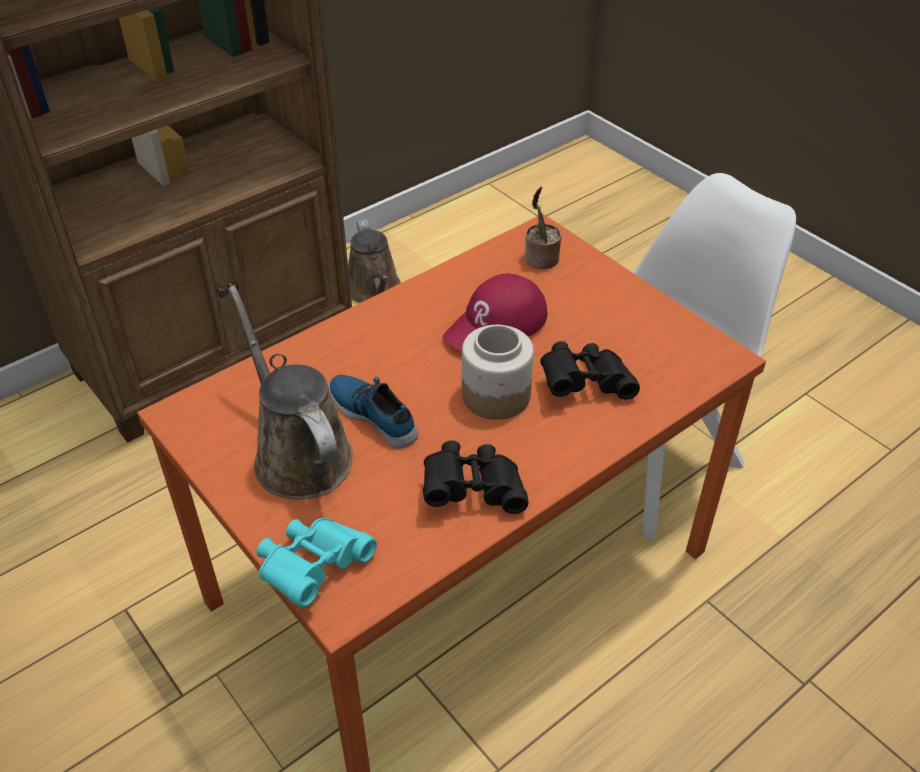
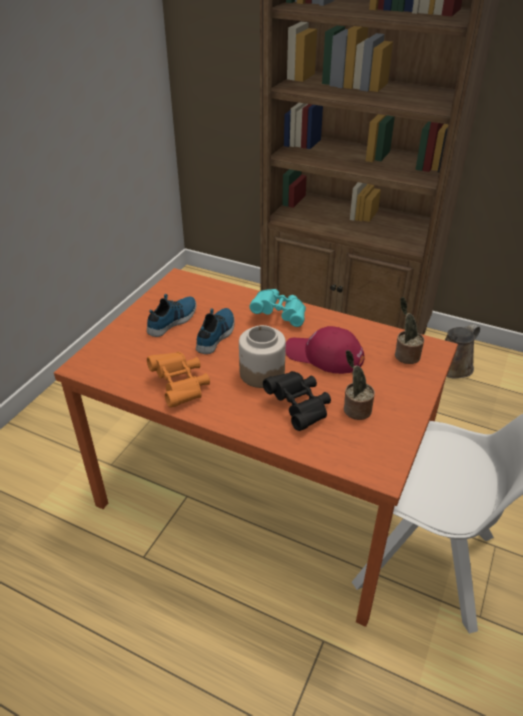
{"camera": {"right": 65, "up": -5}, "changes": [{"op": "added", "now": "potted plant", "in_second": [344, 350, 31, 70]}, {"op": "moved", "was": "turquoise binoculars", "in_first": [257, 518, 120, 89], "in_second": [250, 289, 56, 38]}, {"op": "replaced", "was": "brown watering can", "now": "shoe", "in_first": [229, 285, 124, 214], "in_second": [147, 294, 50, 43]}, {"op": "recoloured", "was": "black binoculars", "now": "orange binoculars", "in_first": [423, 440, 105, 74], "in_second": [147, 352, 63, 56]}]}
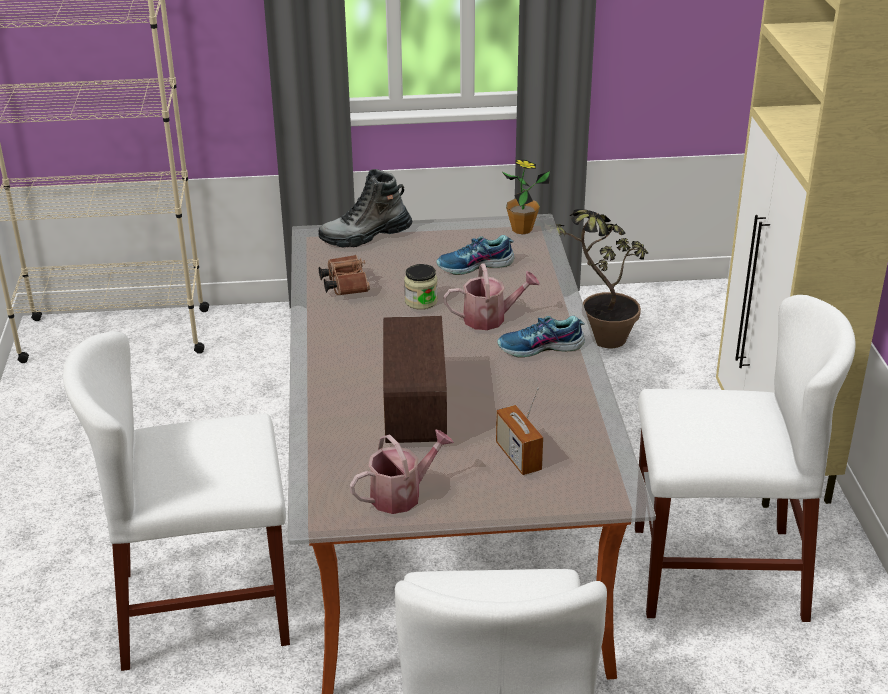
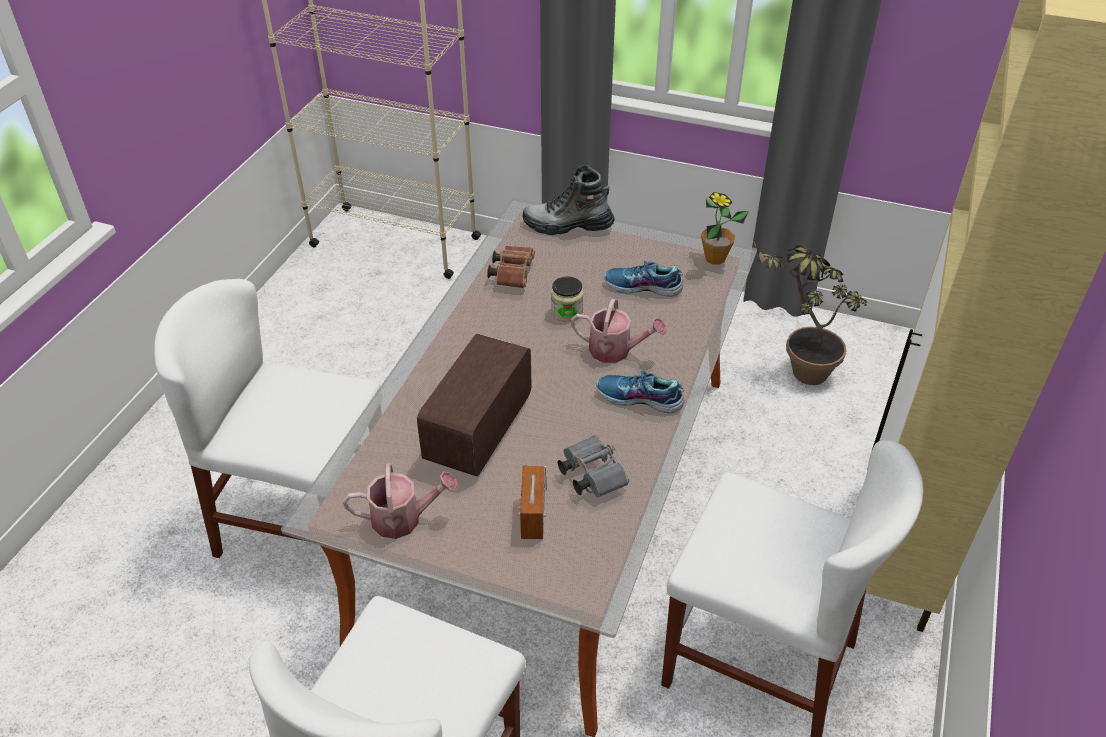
{"camera": {"right": 25, "up": 10}, "changes": [{"op": "added", "now": "grey binoculars", "in_second": [558, 435, 71, 63]}]}
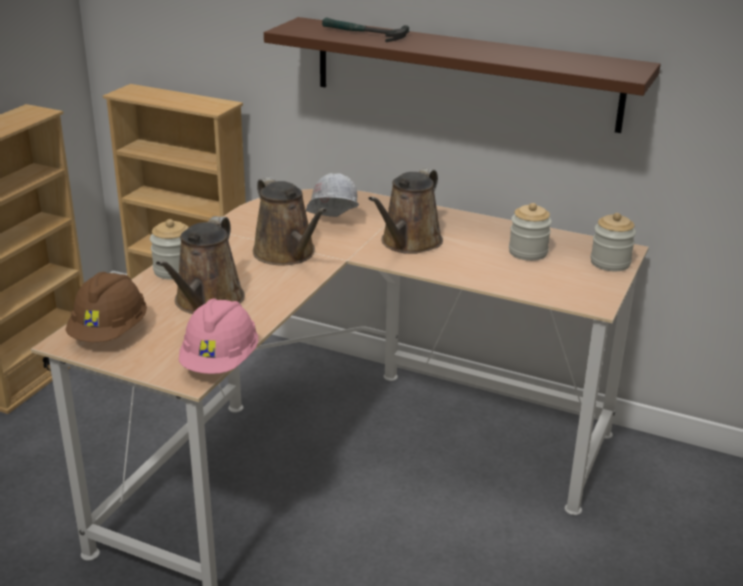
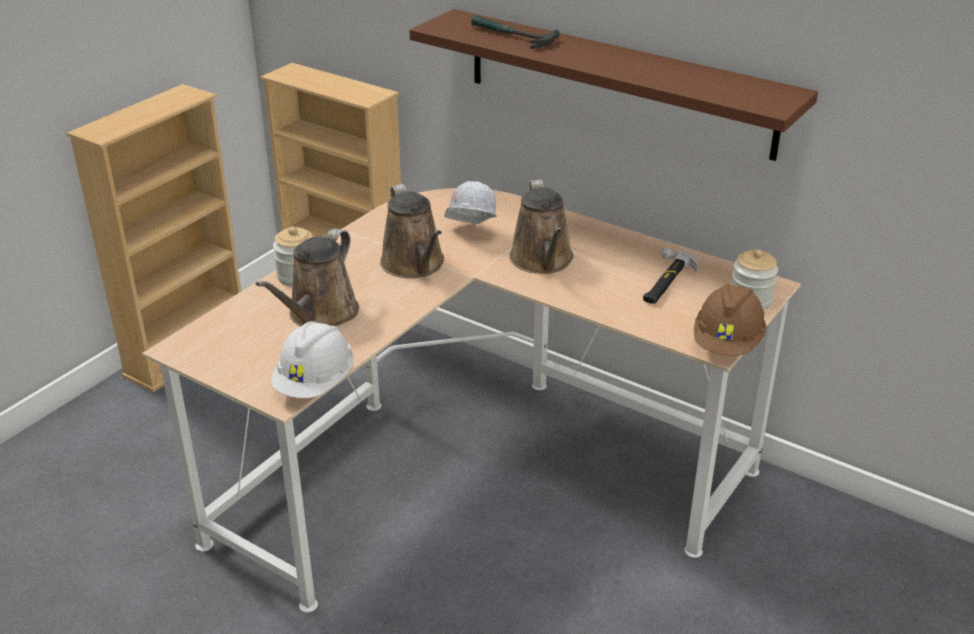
{"camera": {"right": 10, "up": 5}, "changes": [{"op": "moved", "was": "brown hard hat", "in_first": [66, 272, 81, 70], "in_second": [694, 284, 73, 72]}, {"op": "replaced", "was": "jar", "now": "hammer", "in_first": [509, 203, 43, 58], "in_second": [643, 248, 55, 56]}, {"op": "recoloured", "was": "pink hard hat", "now": "white hard hat", "in_first": [179, 299, 79, 75], "in_second": [271, 321, 83, 77]}, {"op": "turned", "was": "brown watering can", "in_first": [368, 168, 75, 86], "in_second": [509, 180, 64, 94], "clockwise": -45}]}
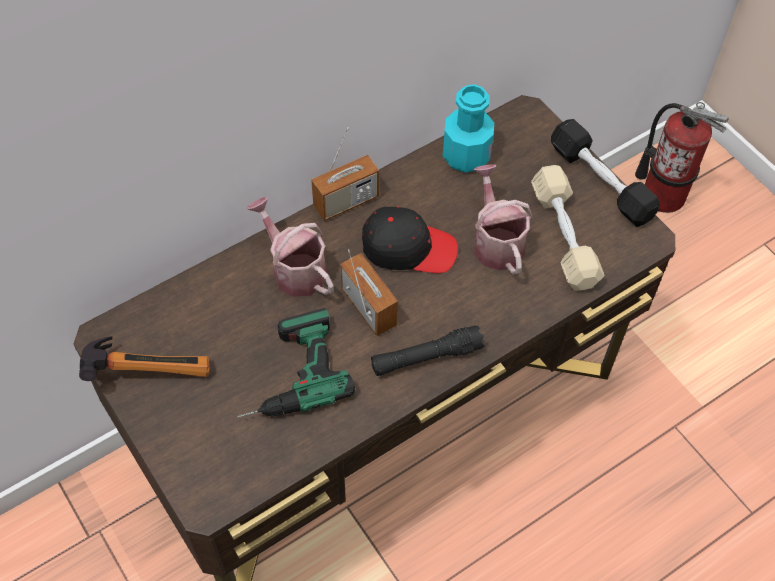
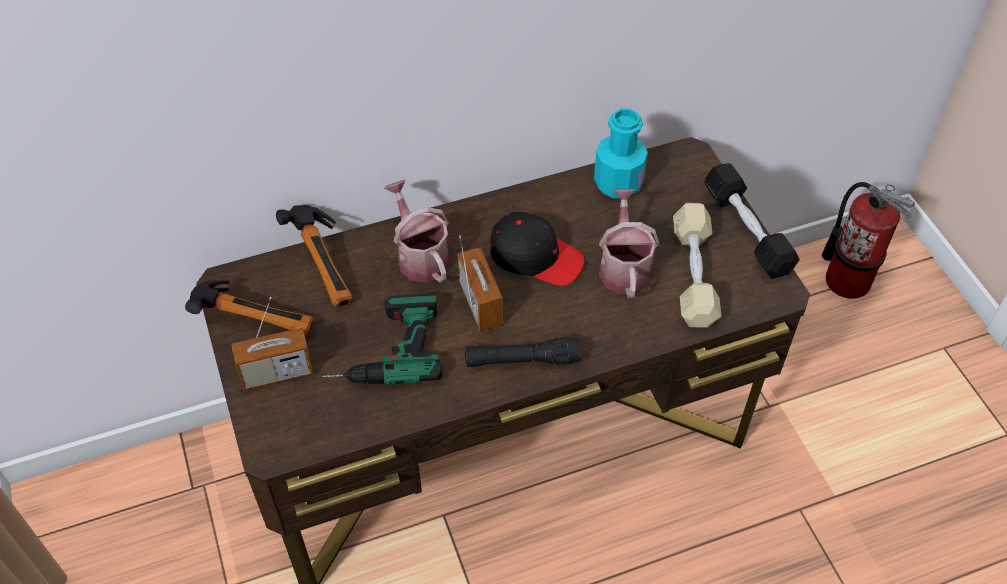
{"camera": {"right": 15, "up": -5}, "changes": [{"op": "added", "now": "hammer", "in_second": [276, 205, 77, 102]}, {"op": "moved", "was": "radio", "in_first": [311, 128, 68, 93], "in_second": [232, 297, 81, 93]}]}
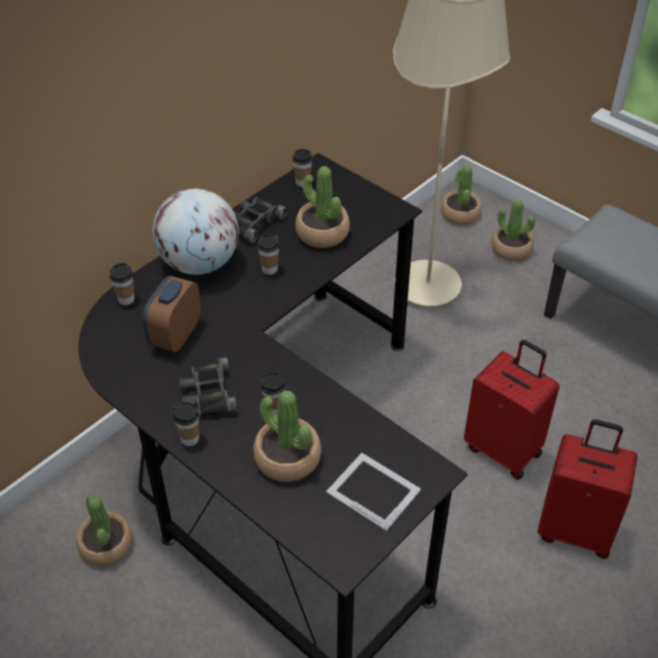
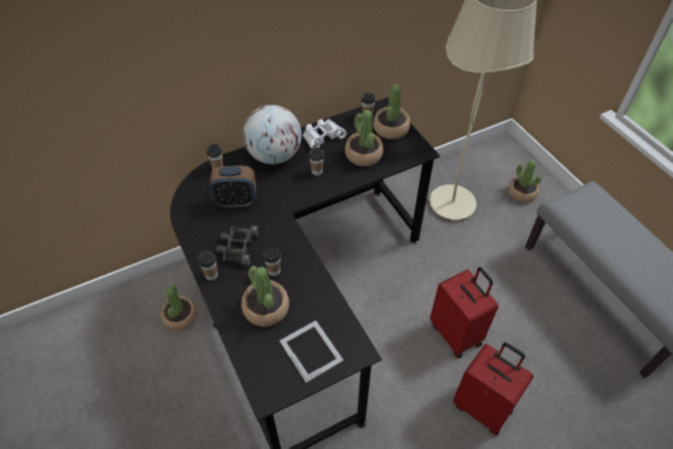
{"camera": {"right": 20, "up": 5}, "changes": [{"op": "moved", "was": "potted plant", "in_first": [441, 165, 41, 60], "in_second": [373, 84, 37, 55]}, {"op": "recoloured", "was": "black binoculars", "now": "white binoculars", "in_first": [233, 197, 55, 47], "in_second": [303, 119, 44, 30]}, {"op": "turned", "was": "alarm clock", "in_first": [143, 276, 58, 76], "in_second": [210, 166, 46, 42], "clockwise": -135}]}
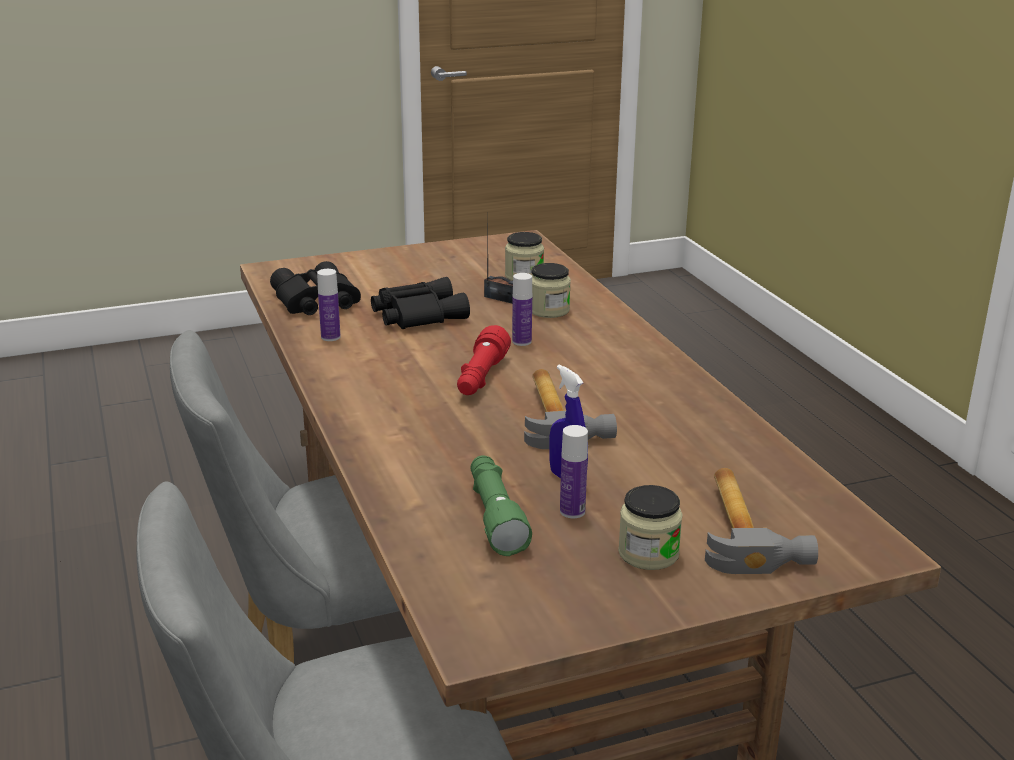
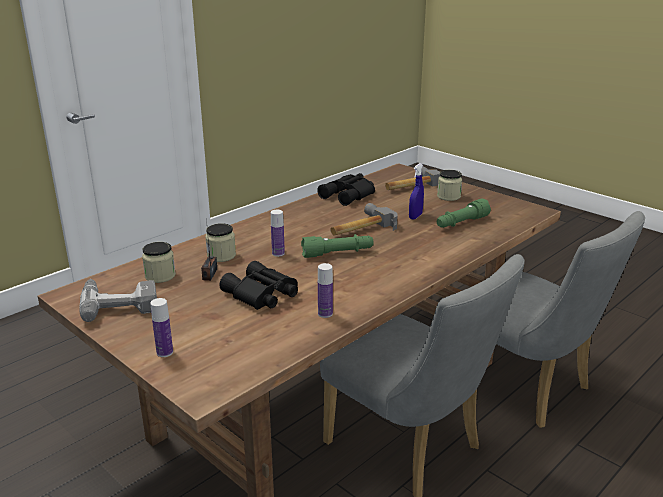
{"camera": {"right": -115, "up": 0}, "changes": [{"op": "added", "now": "power drill", "in_second": [79, 279, 78, 43]}, {"op": "moved", "was": "black binoculars", "in_first": [270, 261, 91, 54], "in_second": [317, 173, 58, 33]}, {"op": "moved", "was": "bottle", "in_first": [560, 425, 28, 93], "in_second": [150, 298, 23, 59]}, {"op": "recoloured", "was": "red flashlight", "now": "green flashlight", "in_first": [457, 325, 54, 70], "in_second": [301, 234, 73, 24]}]}
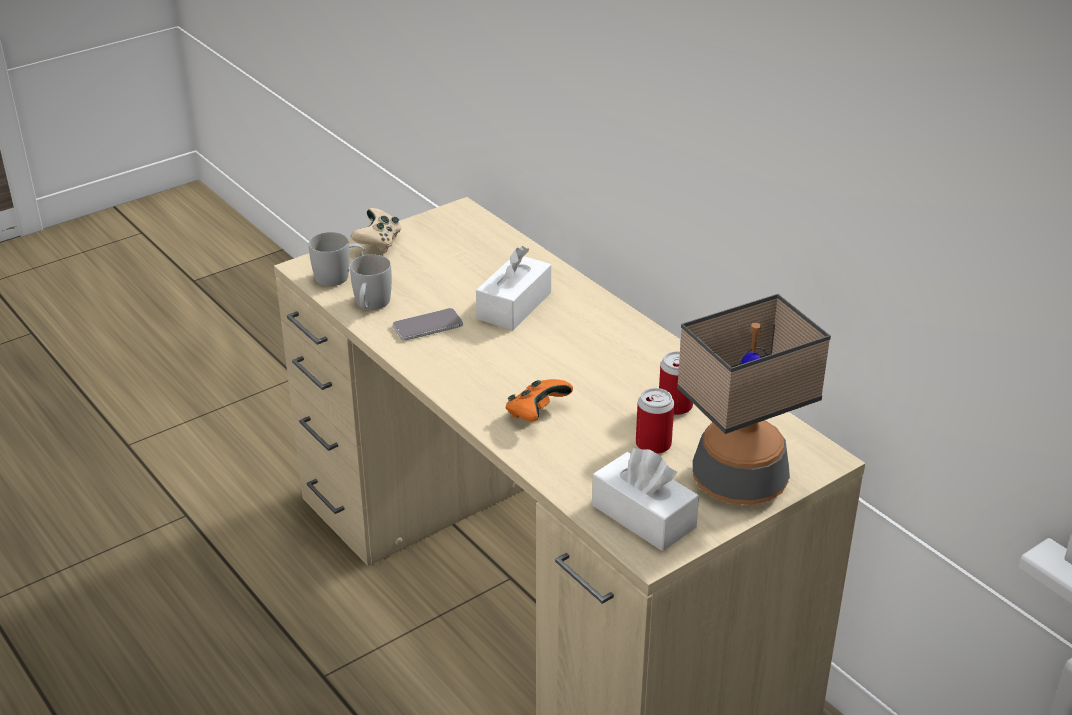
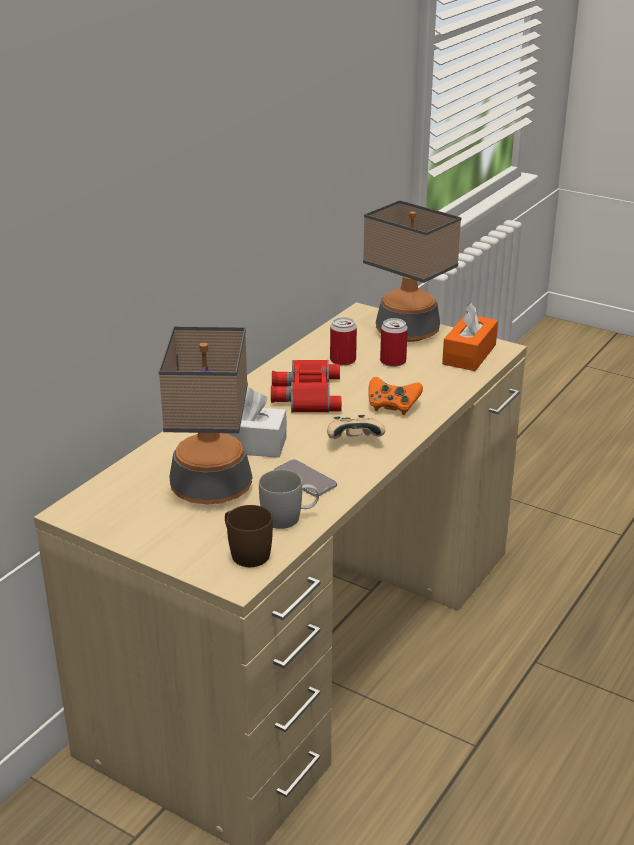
{"camera": {"right": -110, "up": -5}, "changes": [{"op": "added", "now": "table lamp", "in_second": [159, 326, 94, 179]}, {"op": "added", "now": "red binoculars", "in_second": [271, 360, 71, 53]}, {"op": "moved", "was": "beige game controller", "in_first": [351, 208, 50, 44], "in_second": [327, 415, 58, 24]}, {"op": "recoloured", "was": "white mug", "now": "brown mug", "in_first": [309, 232, 56, 54], "in_second": [225, 505, 48, 62]}, {"op": "recoloured", "was": "white tissue box", "now": "orange tissue box", "in_first": [592, 448, 107, 103], "in_second": [442, 303, 56, 68]}]}
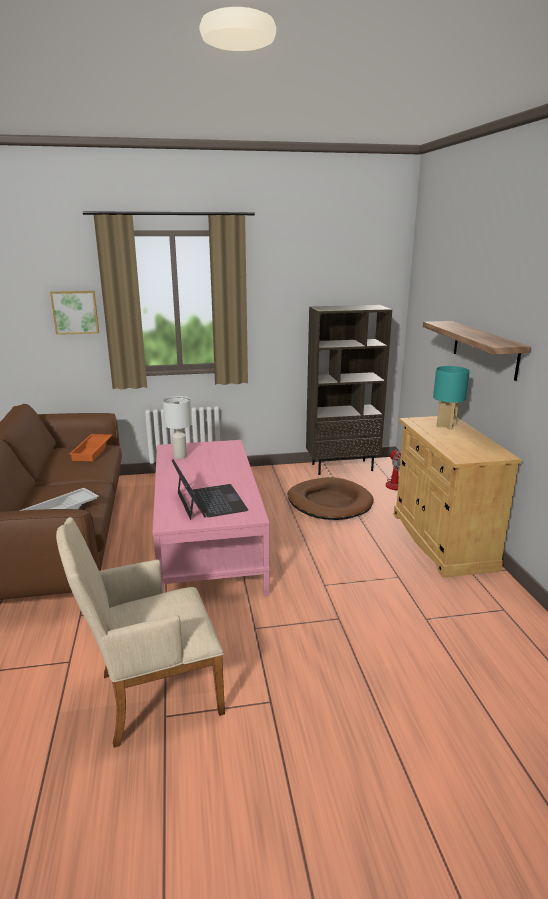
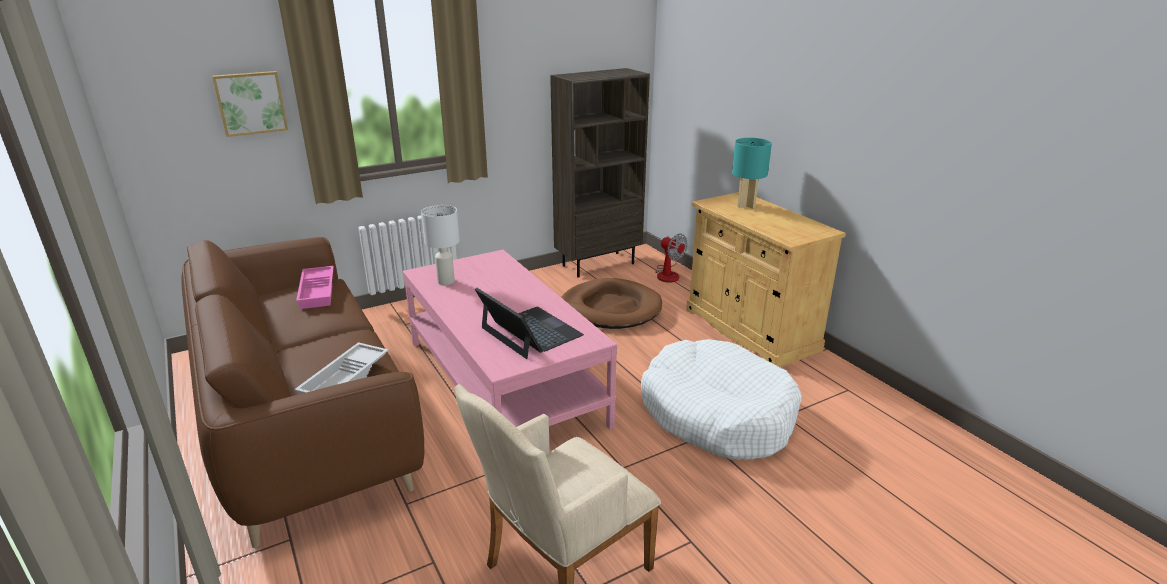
{"camera": {"right": -20, "up": 5}, "changes": [{"op": "removed", "was": "shelf", "in_first": [423, 321, 108, 60]}, {"op": "added", "now": "white dog bed", "in_second": [641, 339, 161, 121]}, {"op": "recoloured", "was": "orange tray", "now": "pink tray", "in_first": [69, 434, 43, 27], "in_second": [296, 266, 38, 43]}]}
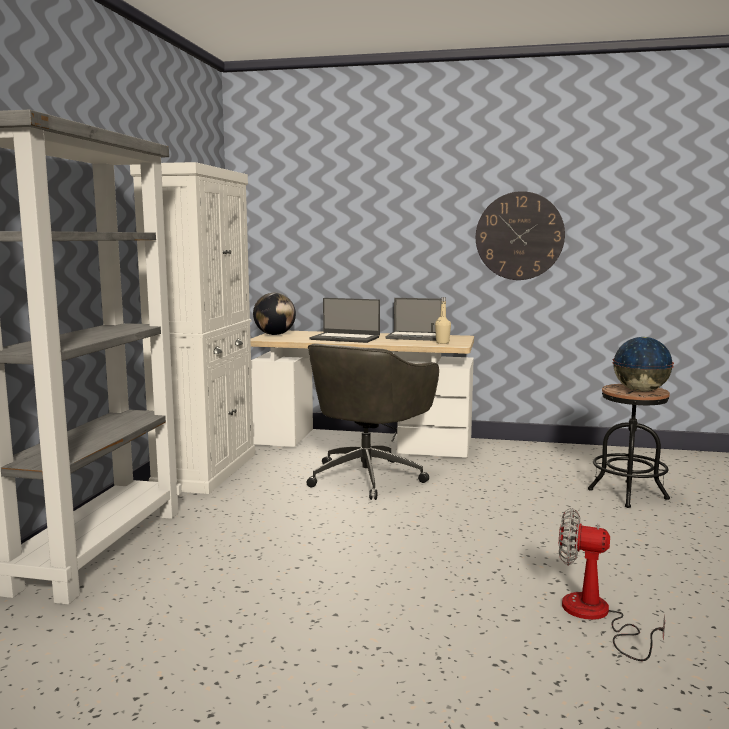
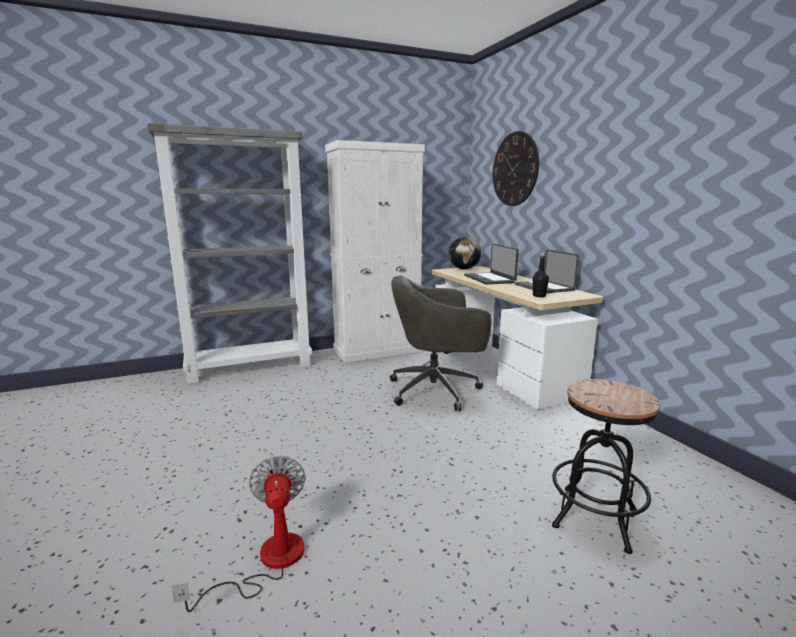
{"camera": {"right": 55, "up": 5}, "changes": [{"op": "removed", "was": "globe", "in_first": [612, 337, 62, 55]}, {"op": "moved", "was": "wall clock", "in_first": [476, 191, 89, 89], "in_second": [493, 131, 46, 75]}, {"op": "recoloured", "was": "beige bottle", "now": "black bottle", "in_first": [435, 297, 16, 47], "in_second": [533, 252, 16, 45]}]}
